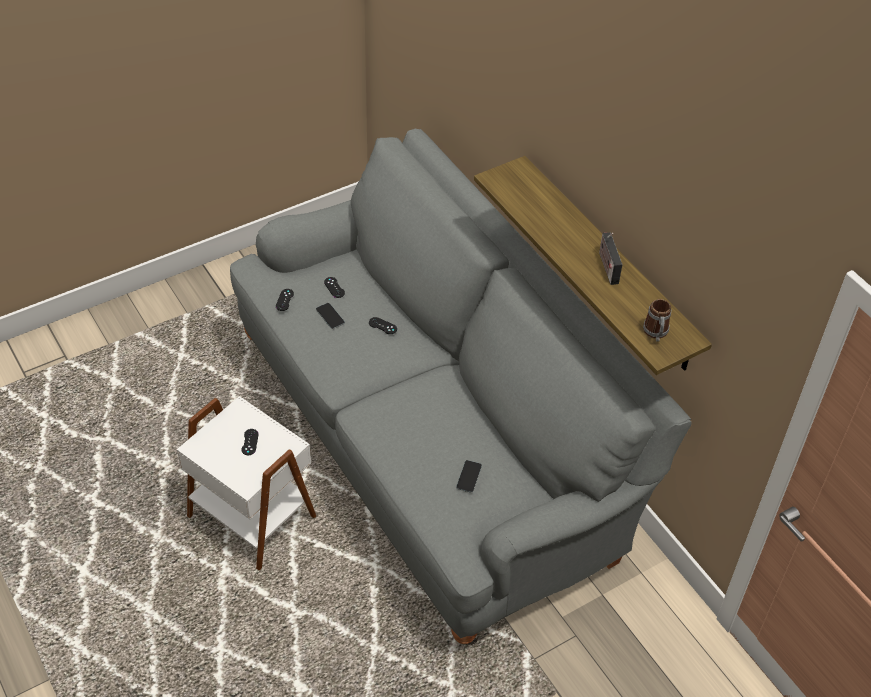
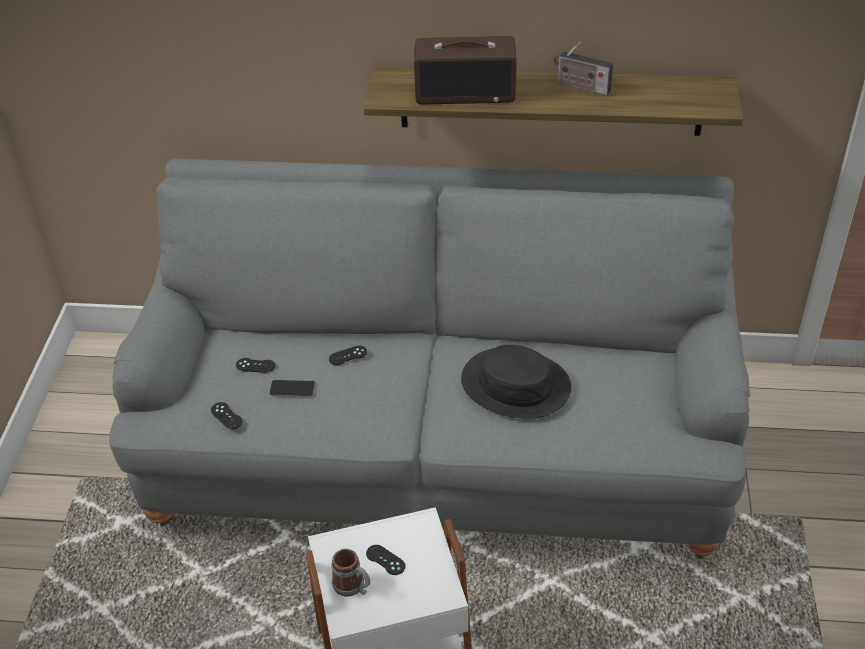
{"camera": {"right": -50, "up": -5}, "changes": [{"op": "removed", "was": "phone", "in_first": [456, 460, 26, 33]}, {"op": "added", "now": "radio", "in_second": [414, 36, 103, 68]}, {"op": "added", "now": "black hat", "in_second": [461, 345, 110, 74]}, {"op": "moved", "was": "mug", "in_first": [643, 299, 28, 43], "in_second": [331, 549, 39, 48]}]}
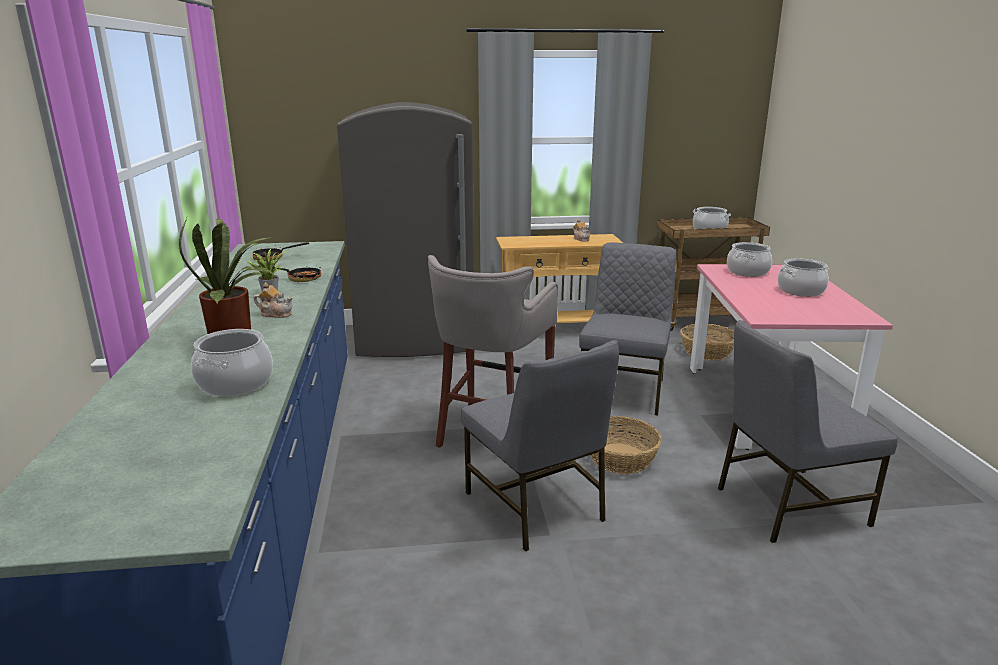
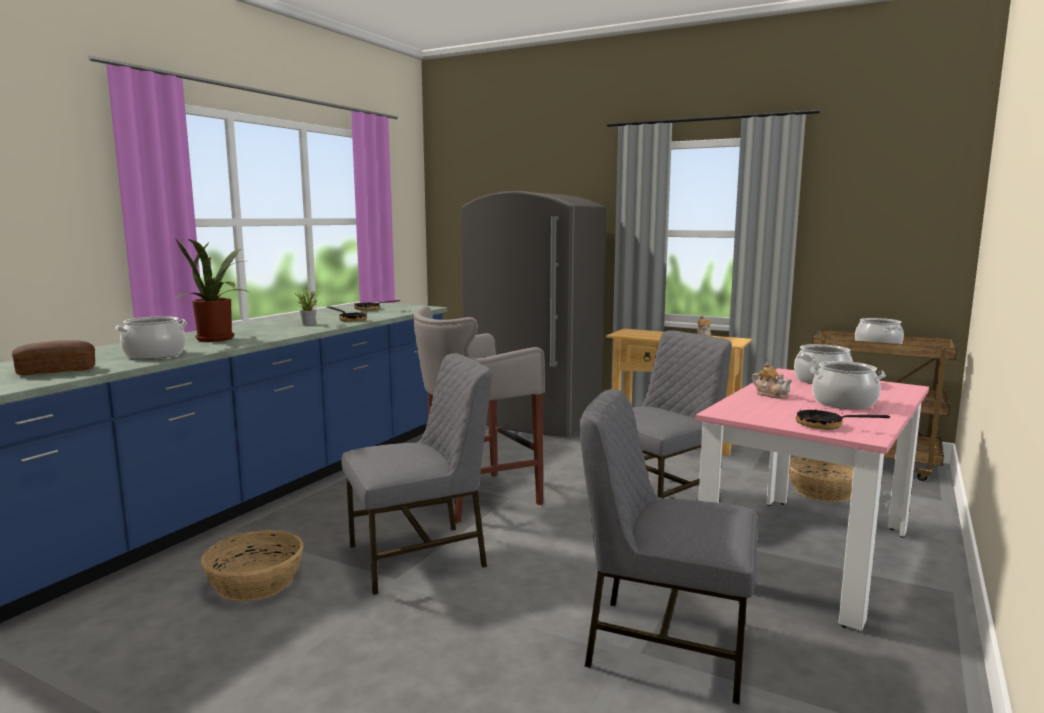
{"camera": {"right": 35, "up": -10}, "changes": [{"op": "added", "now": "bread", "in_second": [12, 341, 83, 34]}, {"op": "added", "now": "frying pan", "in_second": [796, 405, 94, 25]}, {"op": "moved", "was": "teapot", "in_first": [254, 282, 39, 36], "in_second": [752, 362, 40, 37]}, {"op": "moved", "was": "basket", "in_first": [590, 416, 72, 58], "in_second": [201, 530, 103, 71]}, {"op": "turned", "was": "grey chair", "in_first": [461, 340, 158, 211], "in_second": [341, 353, 151, 242], "clockwise": -120}]}
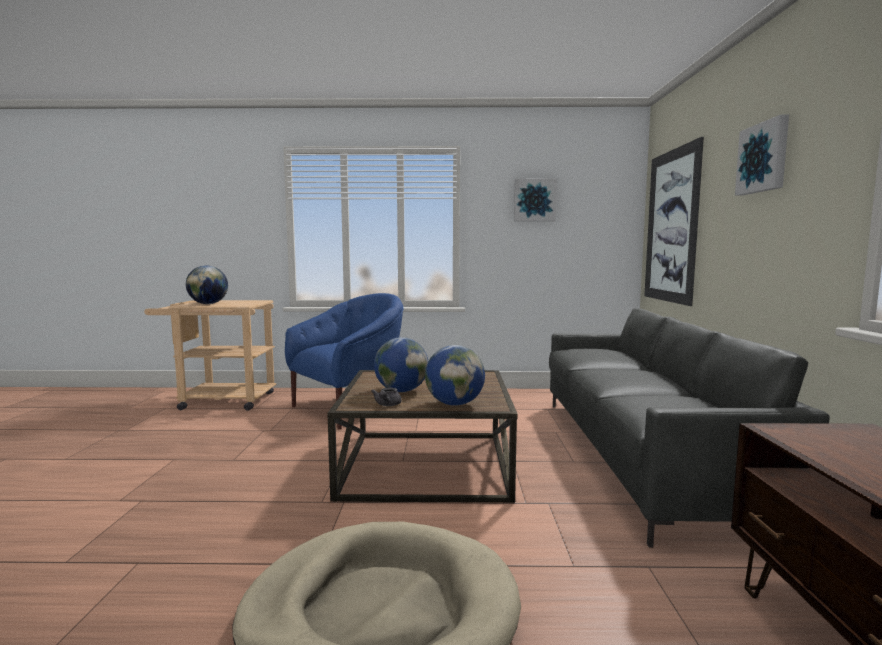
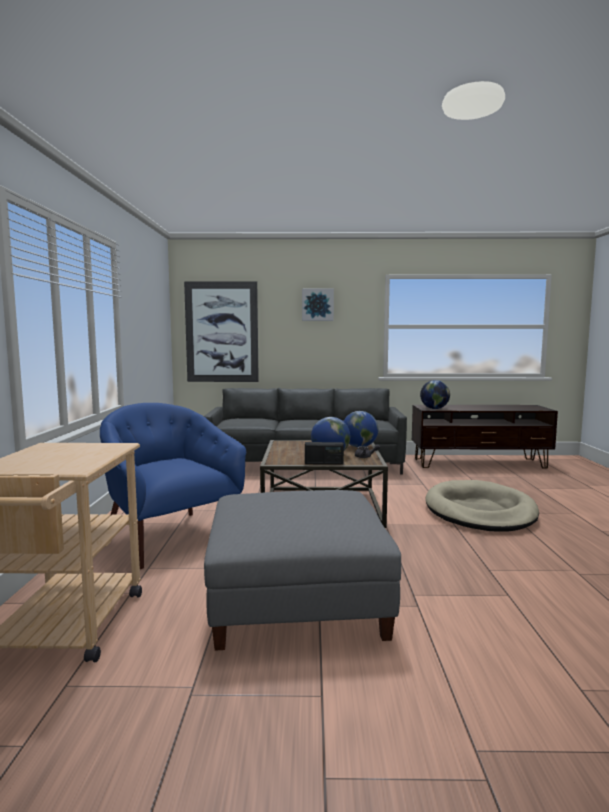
{"camera": {"right": -90, "up": 0}, "changes": [{"op": "removed", "was": "picture", "in_first": [514, 179, 43, 42]}, {"op": "added", "now": "grey ottoman", "in_second": [204, 490, 197, 161]}, {"op": "added", "now": "radio", "in_second": [305, 442, 39, 23]}, {"op": "moved", "was": "globe", "in_first": [186, 266, 42, 38], "in_second": [420, 380, 30, 29]}]}
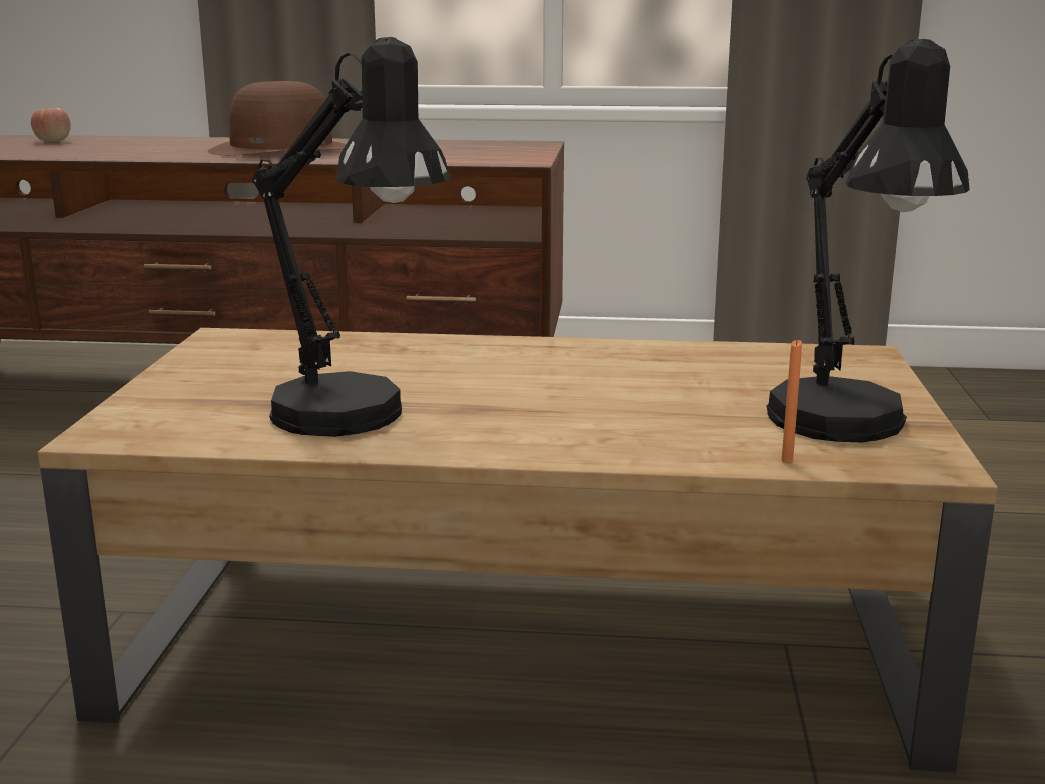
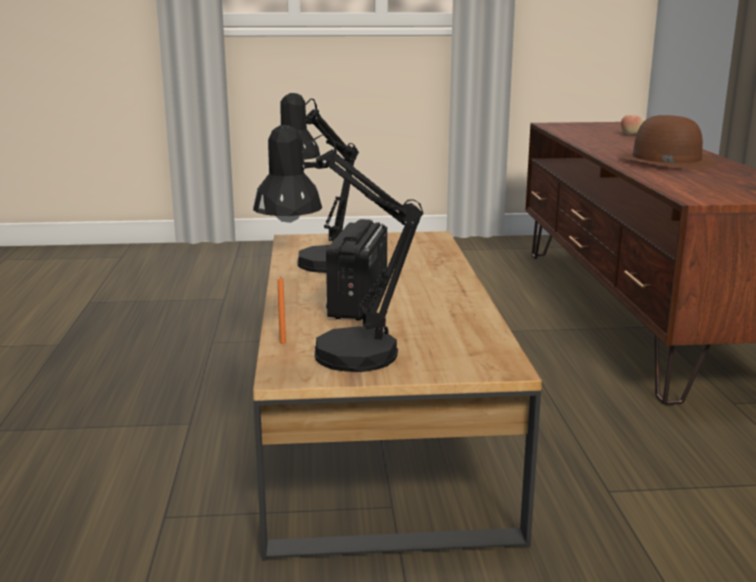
{"camera": {"right": 80, "up": 0}, "changes": [{"op": "added", "now": "radio", "in_second": [326, 219, 61, 102]}]}
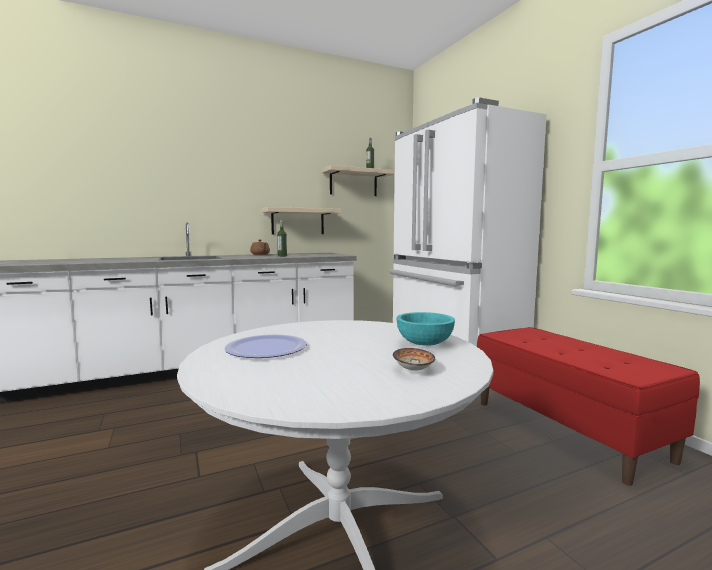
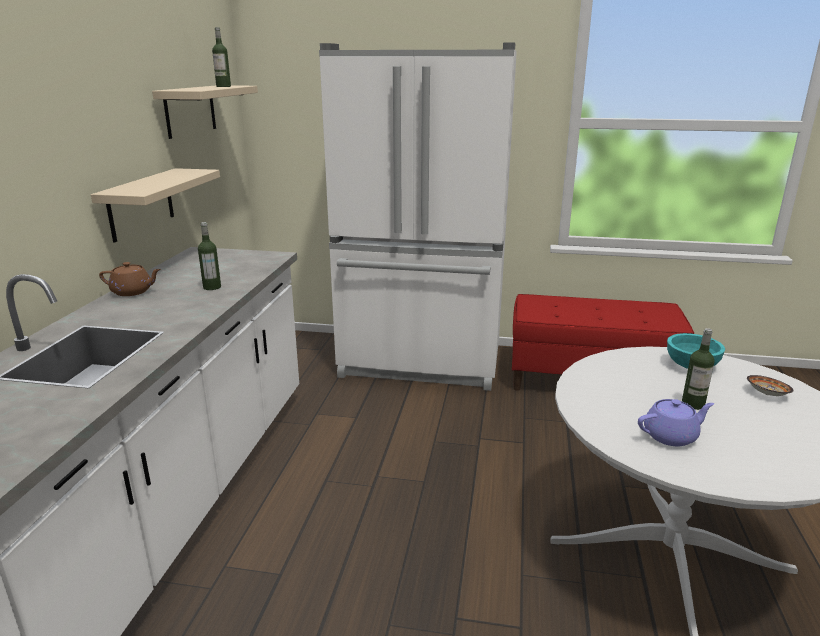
{"camera": {"right": -55, "up": 15}, "changes": [{"op": "added", "now": "bottle", "in_second": [682, 328, 33, 82]}, {"op": "replaced", "was": "plate", "now": "purple teapot", "in_first": [224, 334, 83, 24], "in_second": [638, 399, 76, 47]}]}
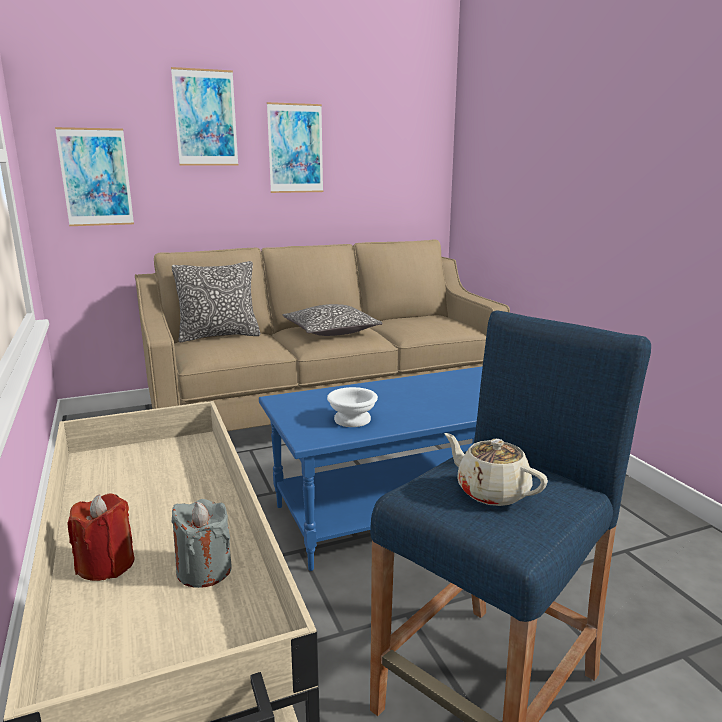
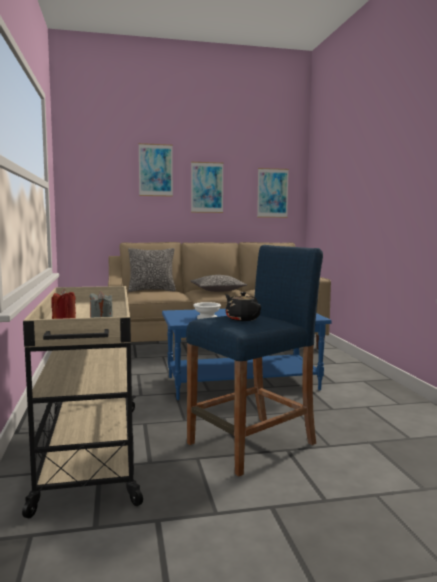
{"camera": {"right": 10, "up": -10}, "changes": [{"op": "moved", "was": "picture", "in_first": [55, 127, 79, 99], "in_second": [257, 168, 32, 50]}, {"op": "recoloured", "was": "beige teapot", "now": "black teapot", "in_first": [445, 433, 103, 73], "in_second": [225, 292, 36, 29]}]}
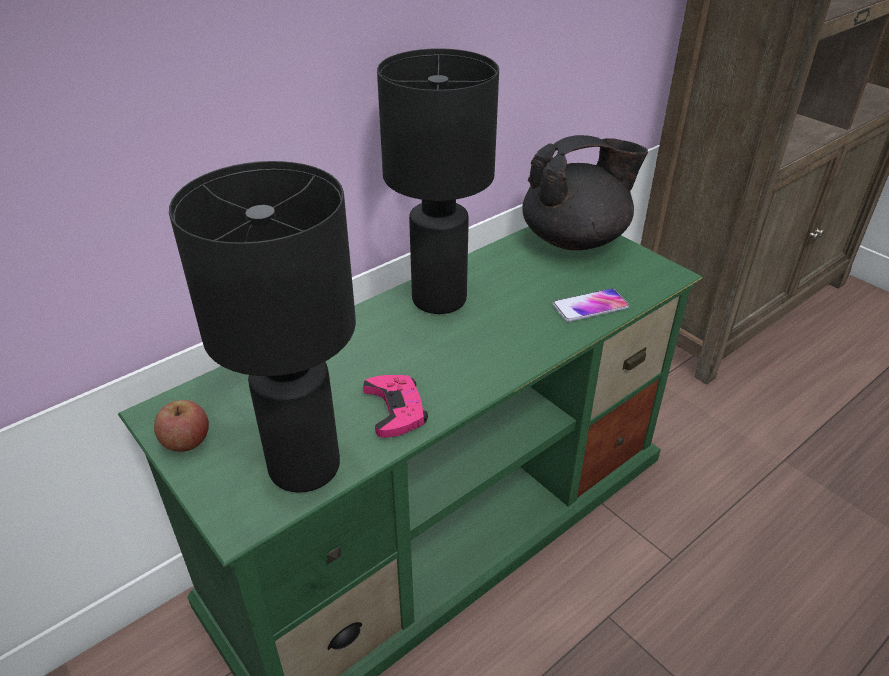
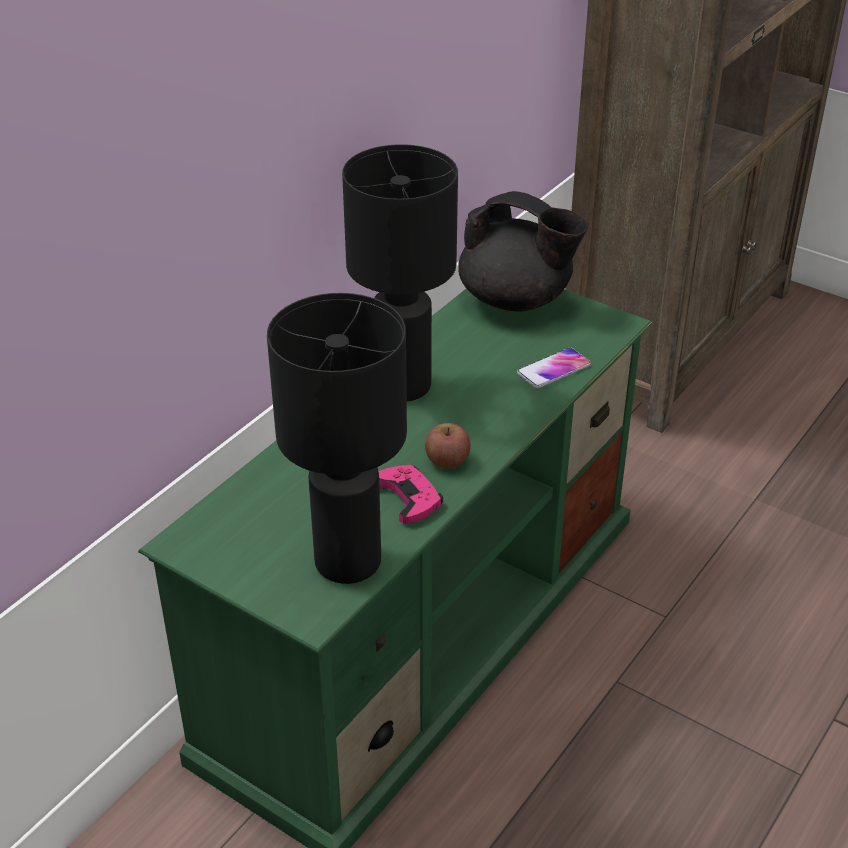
{"camera": {"right": -15, "up": 0}, "changes": [{"op": "moved", "was": "apple", "in_first": [154, 400, 55, 52], "in_second": [425, 423, 46, 45]}, {"op": "turned", "was": "black teapot", "in_first": [522, 135, 126, 115], "in_second": [458, 191, 130, 121], "clockwise": 60}]}
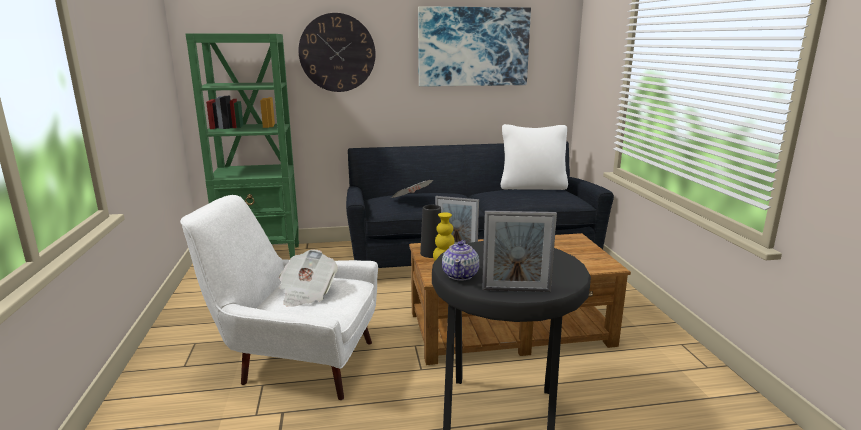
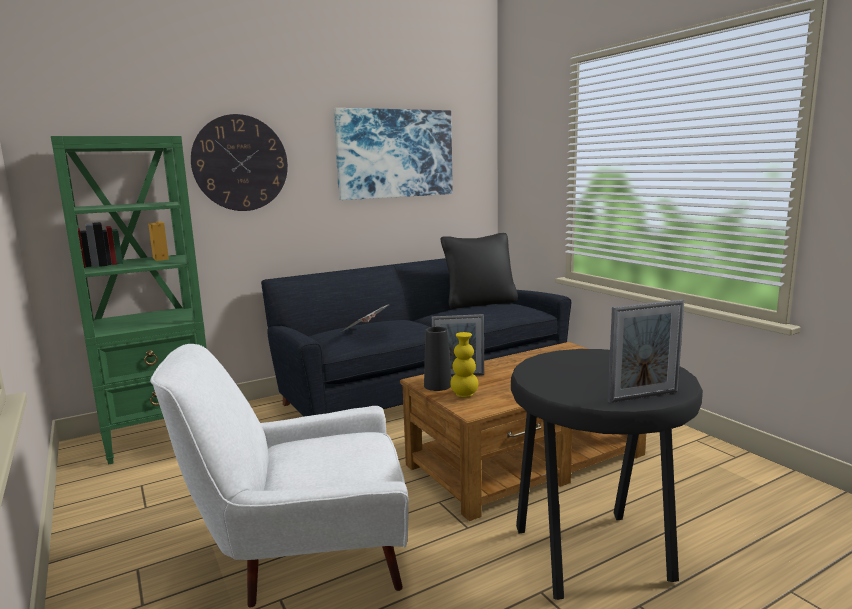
{"camera": {"right": -20, "up": -5}, "changes": [{"op": "removed", "was": "newspaper", "in_first": [279, 249, 59, 58]}, {"op": "removed", "was": "teapot", "in_first": [442, 240, 37, 41]}, {"op": "recoloured", "was": "white pillow", "now": "black pillow", "in_first": [501, 124, 67, 66], "in_second": [441, 233, 77, 76]}]}
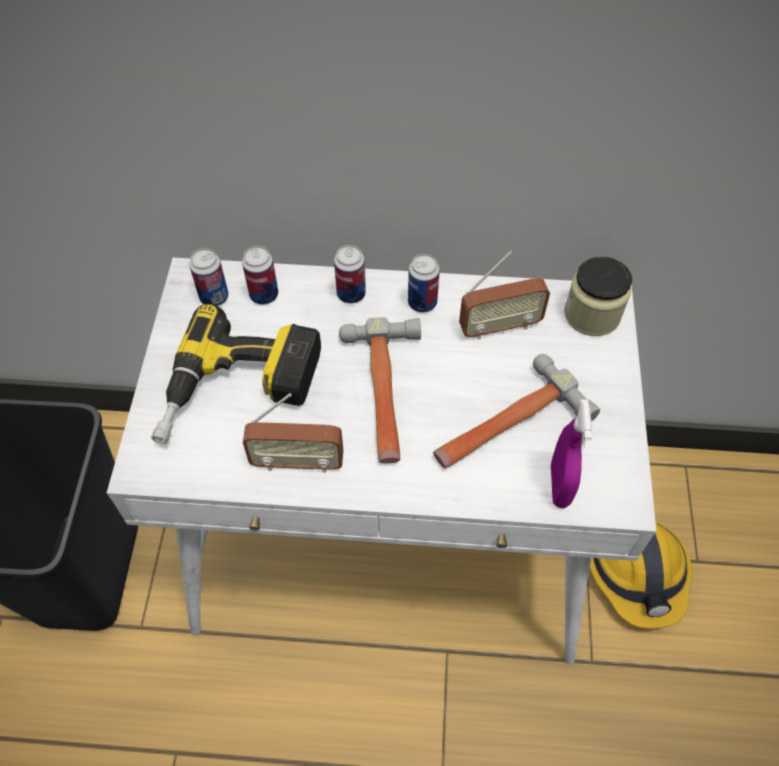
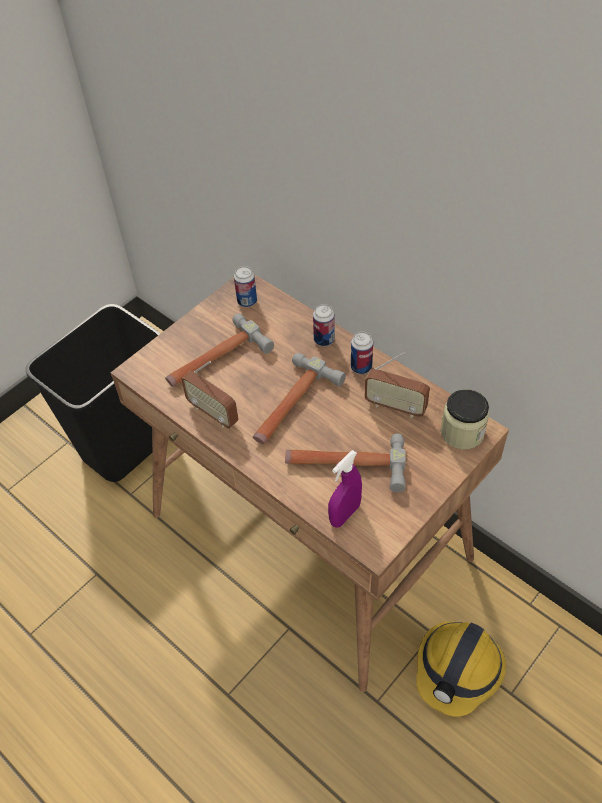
{"camera": {"right": 40, "up": -5}, "changes": [{"op": "removed", "was": "can", "in_first": [242, 246, 36, 59]}, {"op": "replaced", "was": "power drill", "now": "hammer", "in_first": [151, 304, 170, 140], "in_second": [165, 314, 109, 73]}, {"op": "recoloured", "was": "white desk", "now": "brown desk", "in_first": [107, 257, 550, 407], "in_second": [111, 274, 398, 418]}]}
